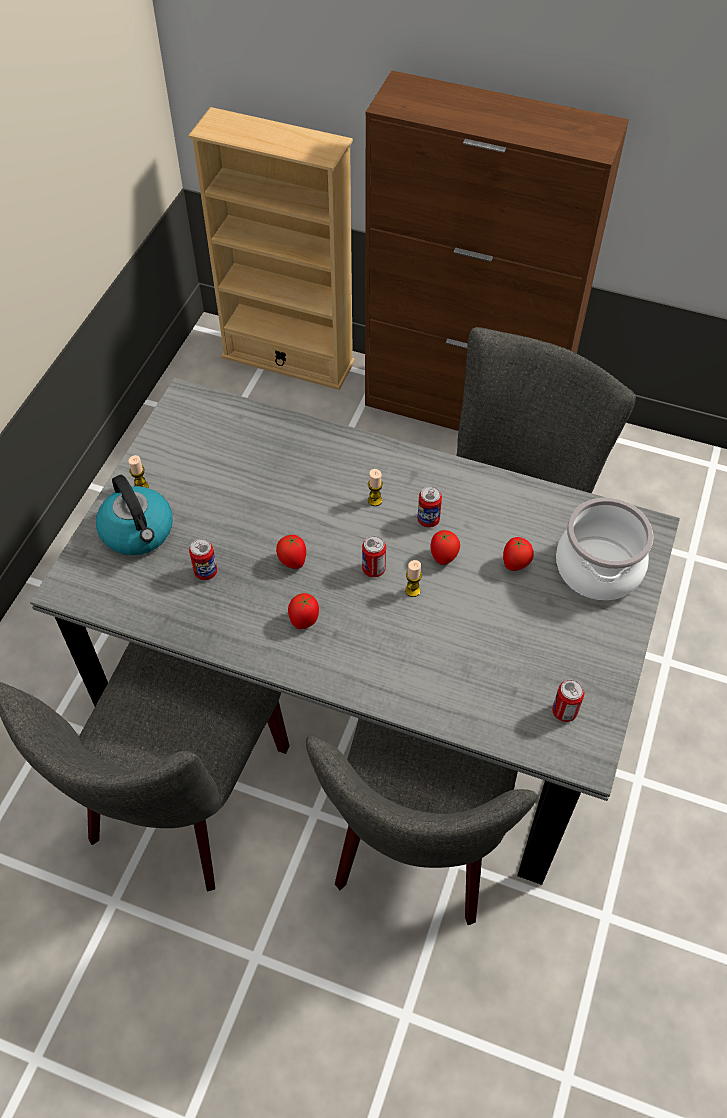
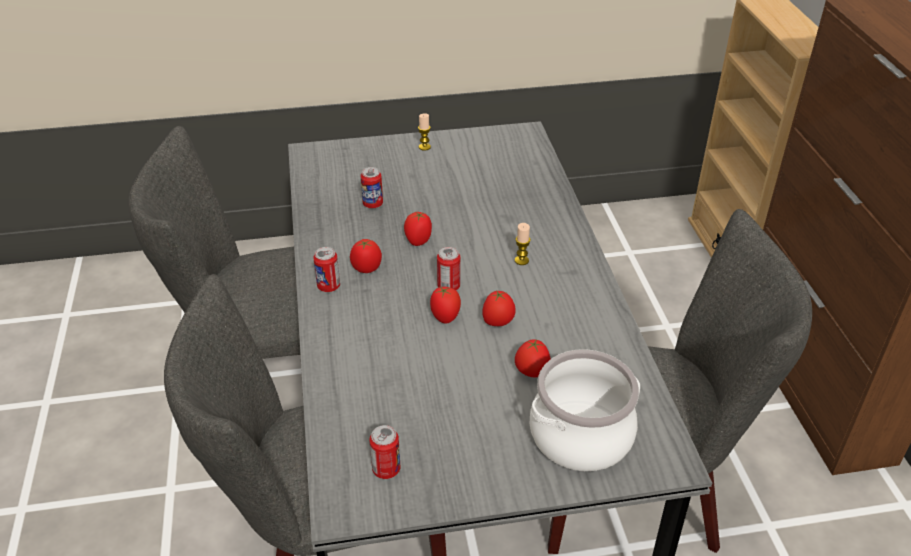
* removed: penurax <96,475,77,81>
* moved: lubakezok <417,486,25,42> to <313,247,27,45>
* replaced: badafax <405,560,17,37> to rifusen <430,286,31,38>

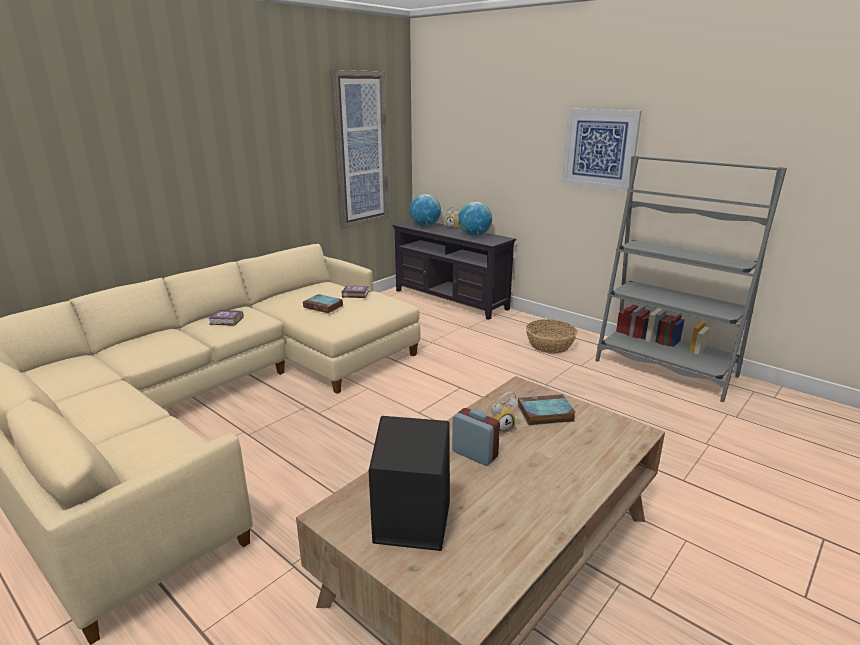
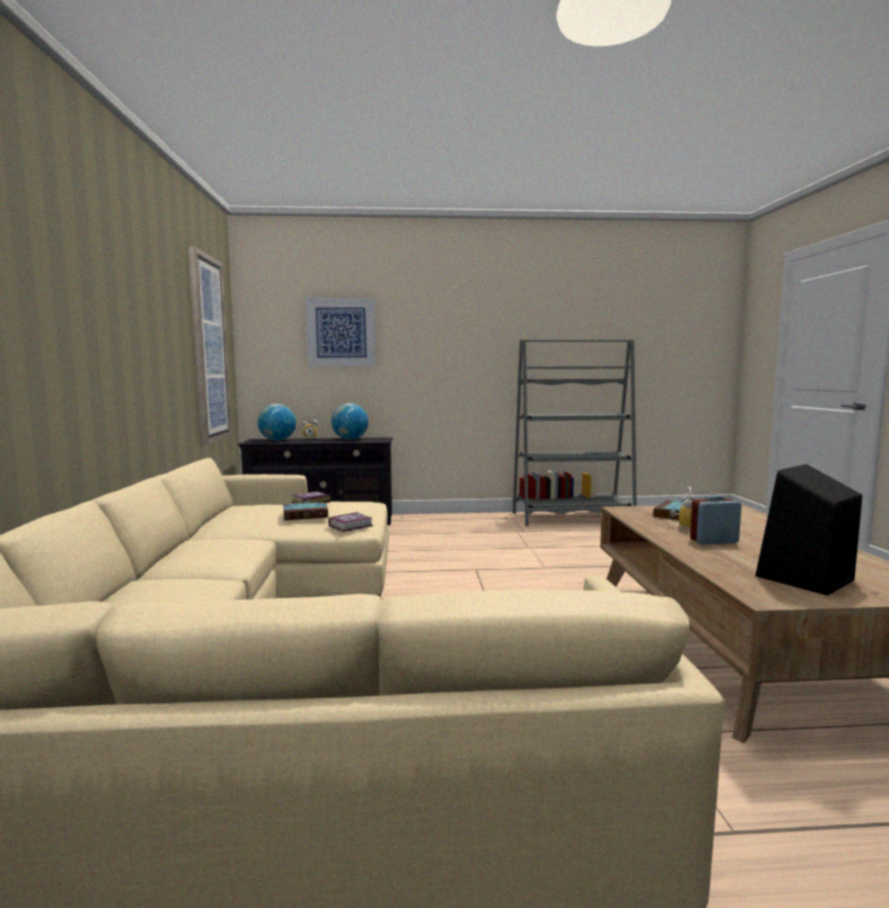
* moved: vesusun <562,109,80,82> to <306,297,70,70>
* moved: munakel <208,310,36,16> to <328,512,45,20>
* removed: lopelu <526,319,51,35>

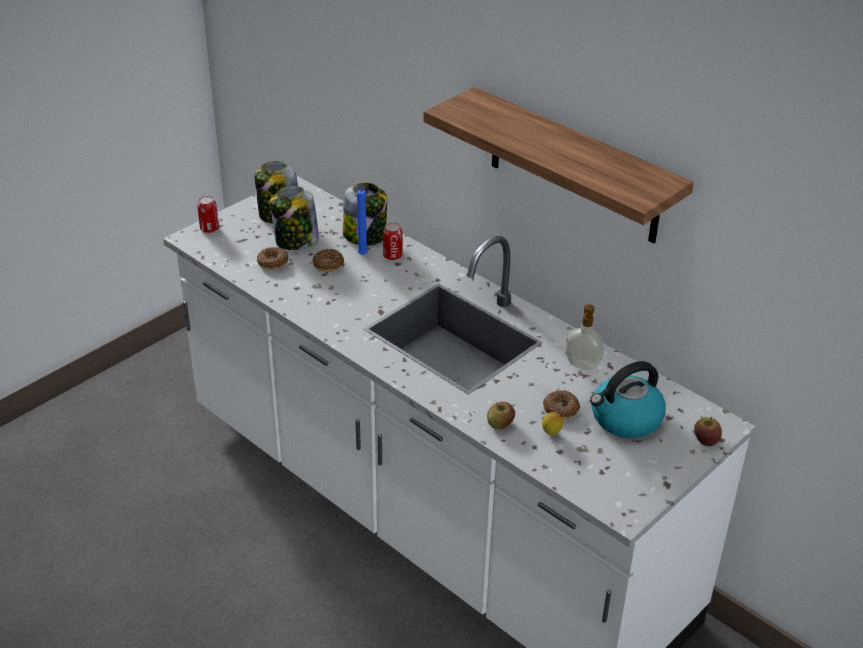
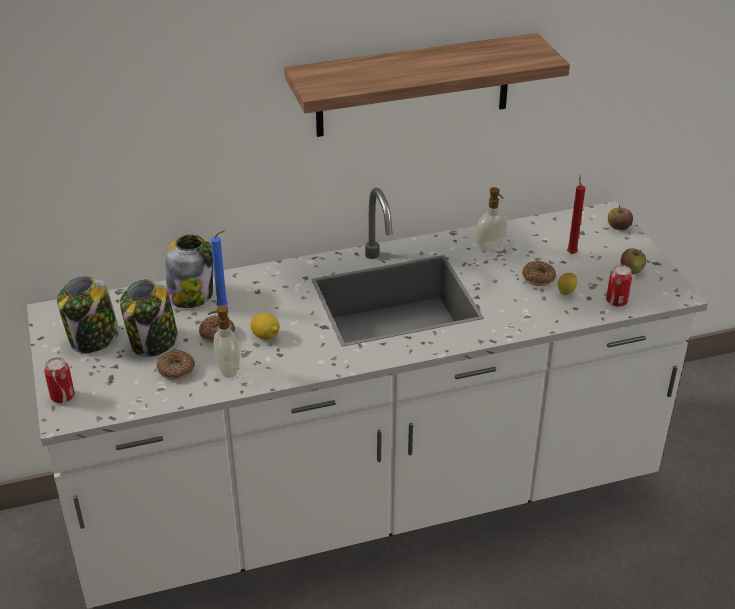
* moved: lubakezok <383,222,20,38> to <606,265,26,41>
* replaced: penurax <590,361,76,77> to red_badafax <567,175,18,79>
* moved: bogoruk <487,402,28,28> to <621,248,25,26>
* added: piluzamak <208,305,32,73>
* added: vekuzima <250,313,30,27>

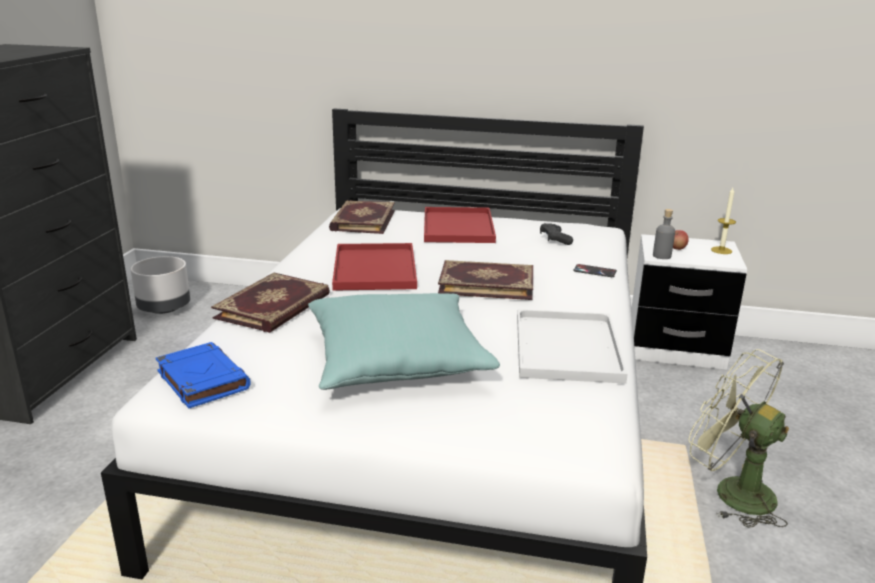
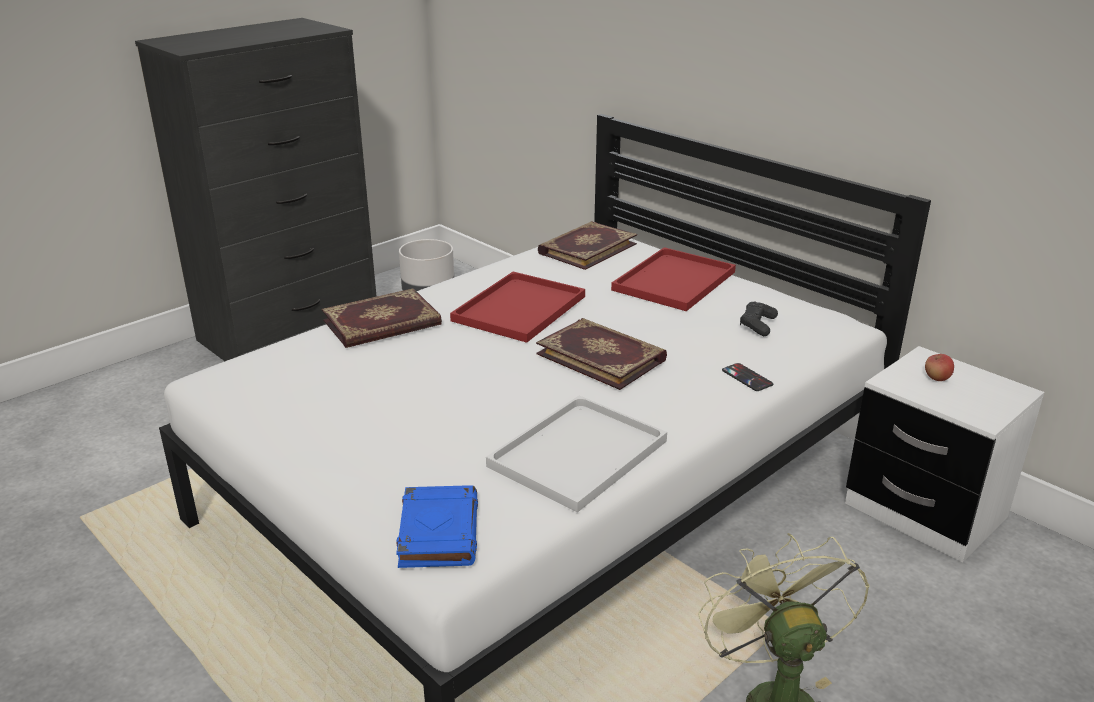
* removed: badafax <711,188,25,66>
* removed: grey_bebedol <653,209,22,50>
* removed: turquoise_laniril <308,293,192,97>
* moved: blue_munakel <156,342,95,66> to <396,485,82,83>

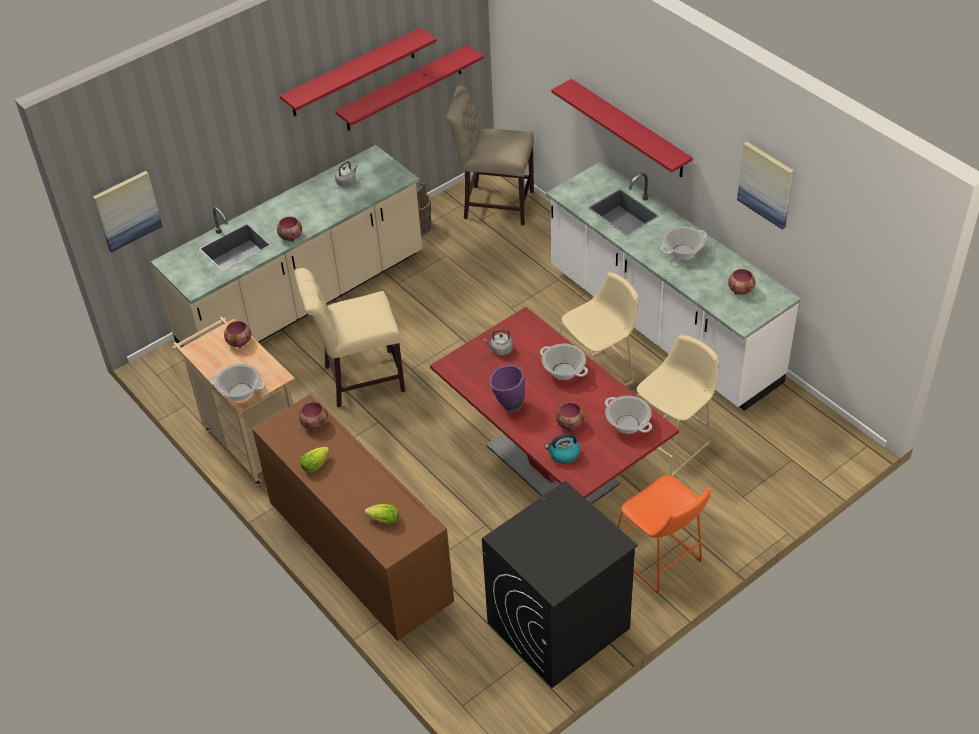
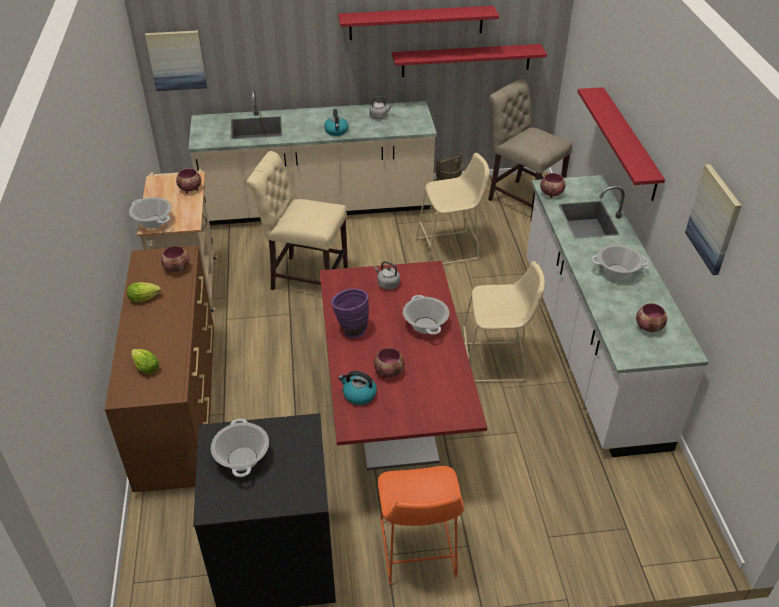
* moved: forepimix <277,217,25,25> to <540,173,26,25>
* moved: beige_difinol <637,334,82,143> to <415,153,75,112>
* moved: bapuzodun <605,396,47,38> to <211,418,58,59>
* added: penurax <324,109,24,27>

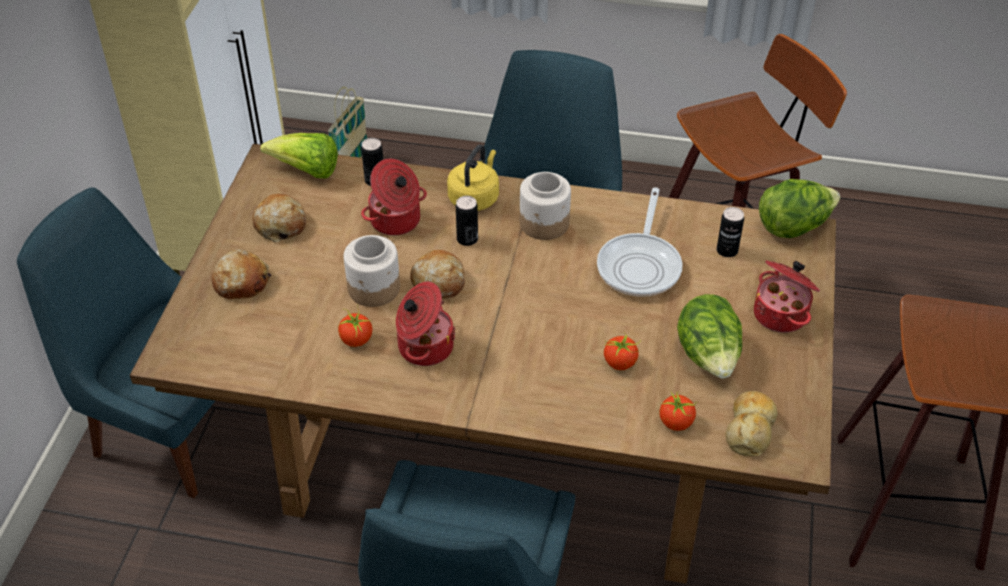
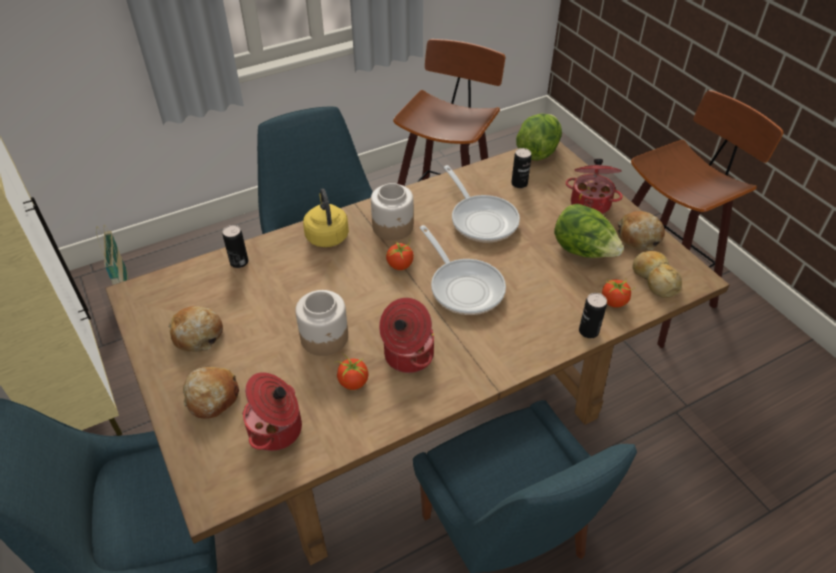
* removed: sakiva <260,133,78,45>
* moved: bapuzodun <361,159,66,77> to <242,372,60,79>
* moved: lubakezok <456,196,22,50> to <579,293,28,45>
* moved: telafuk <410,250,55,49> to <617,211,48,40>
* moved: rifusen <604,333,37,37> to <386,241,29,29>
* added: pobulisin <420,225,86,90>

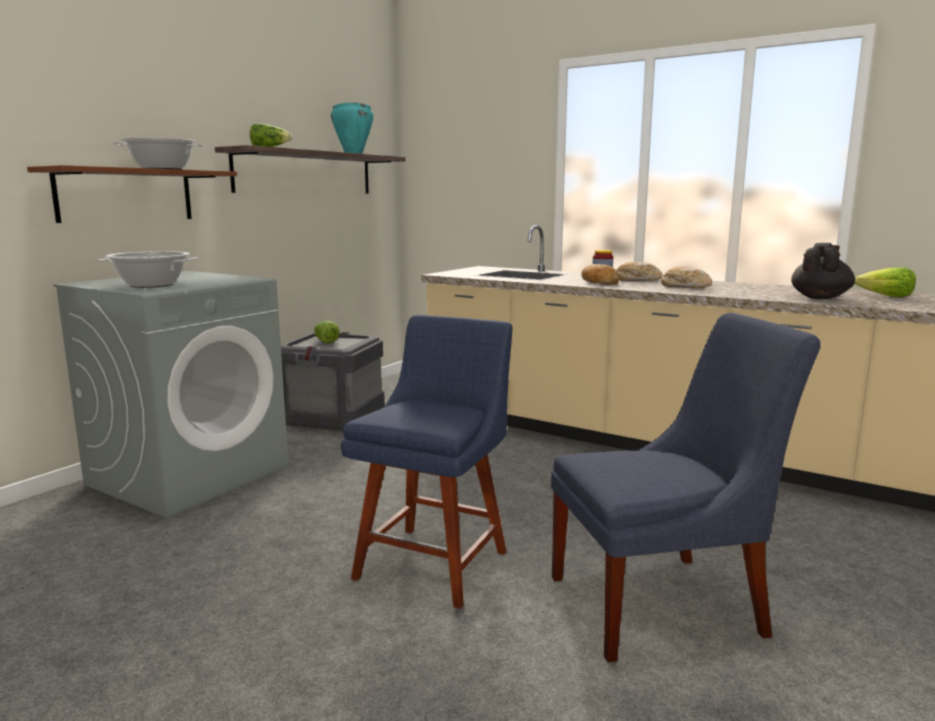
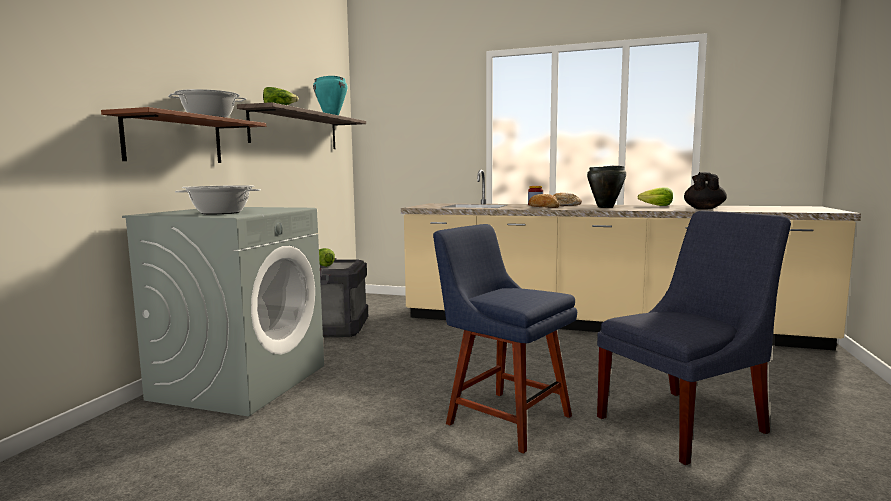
* replaced: telafuk <661,267,51,21> to black_bapuzodun <587,166,39,42>
* moved: sakiva <855,267,61,30> to <638,187,35,19>
* turned: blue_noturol <341,315,171,294> = <433,224,144,230> 60 degrees counterclockwise

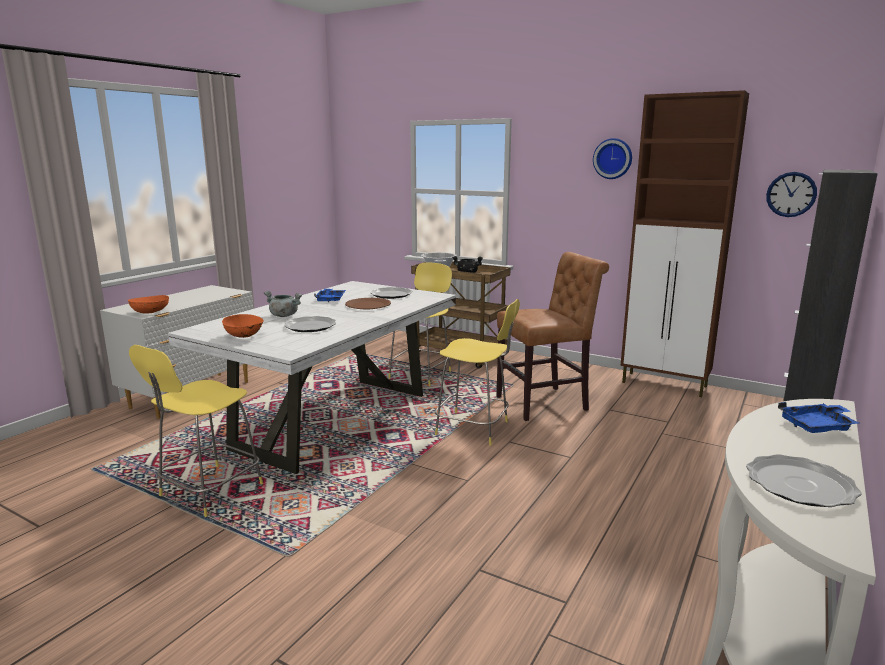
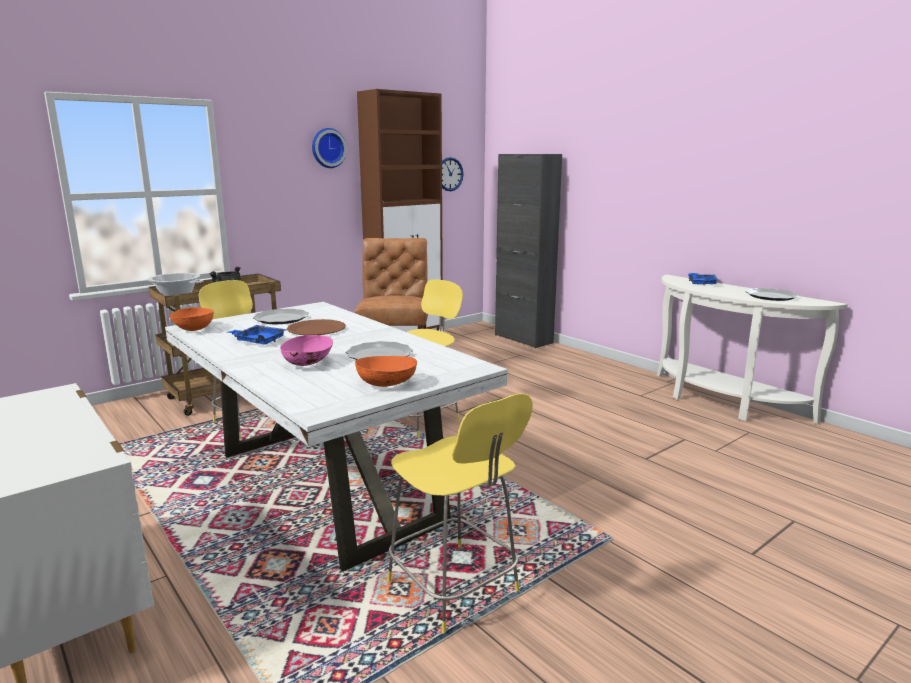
* replaced: grey_bapuzodun <264,291,38,26> to pink_forepimix <280,335,53,31>
* moved: orange_forepimix <128,295,41,19> to <169,307,45,24>

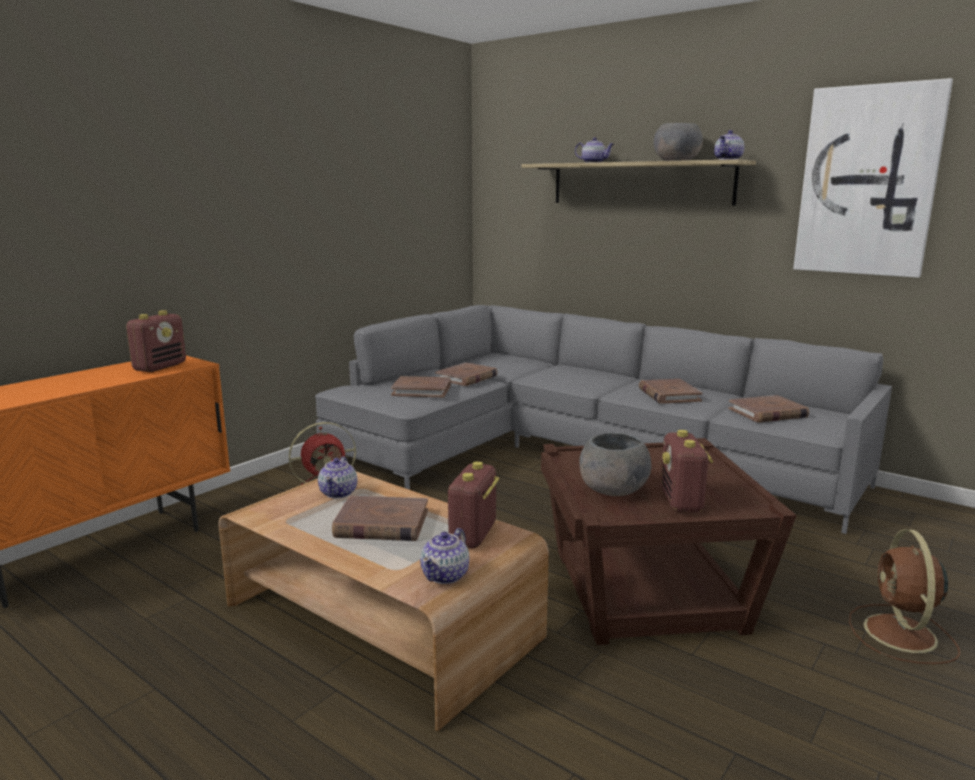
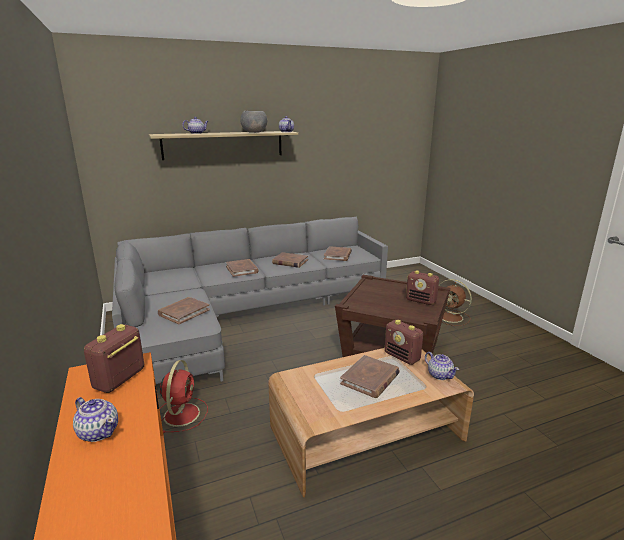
* removed: vesusun <793,78,160,200>
* turned: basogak <126,310,60,62> = <84,324,60,69> 120 degrees counterclockwise
* moved: brown_munakel <435,362,63,24> to <226,259,33,18>
* removed: grey_forepimix <579,433,72,63>
* moved: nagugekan <318,456,39,43> to <73,397,45,45>

